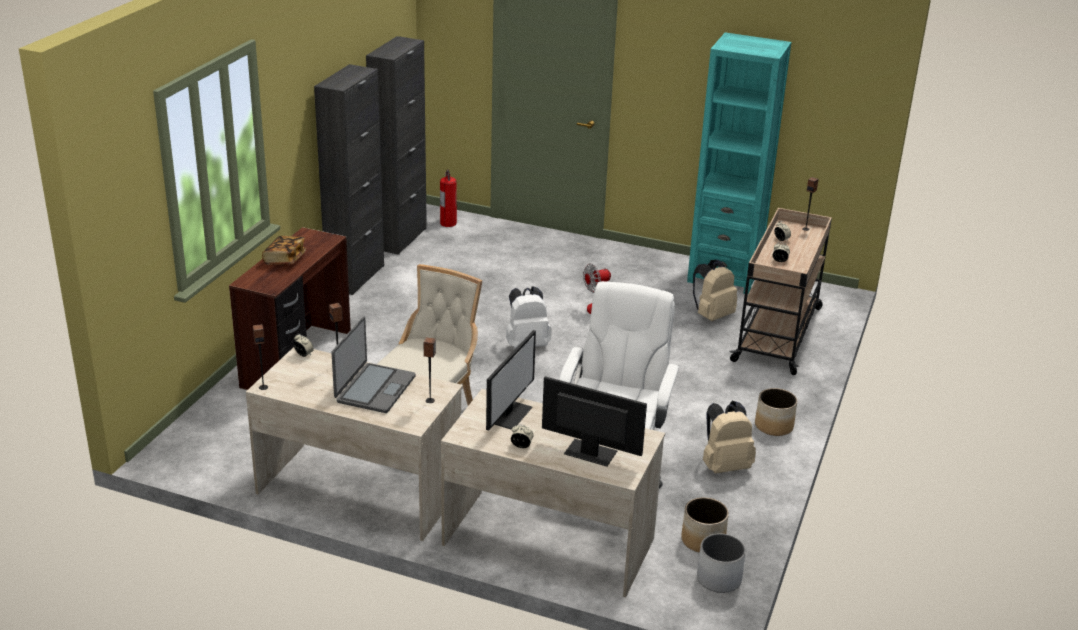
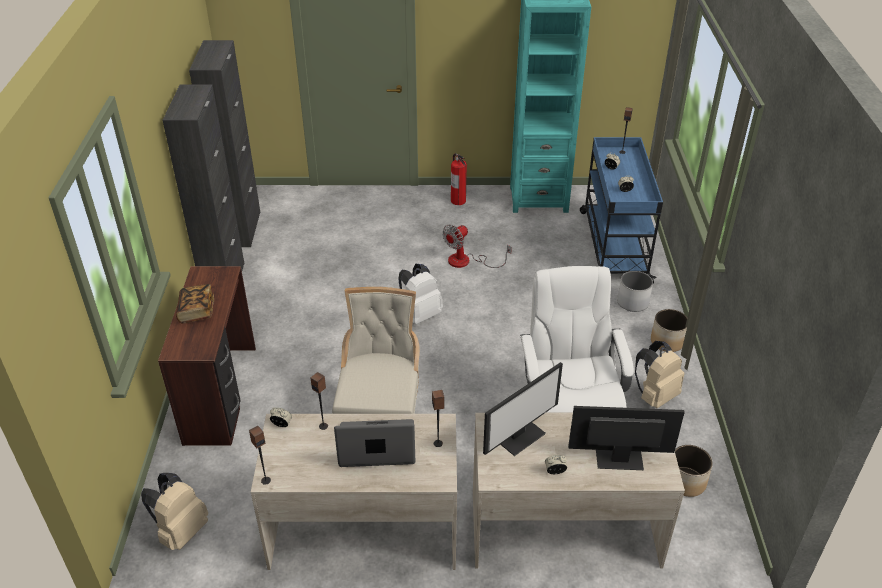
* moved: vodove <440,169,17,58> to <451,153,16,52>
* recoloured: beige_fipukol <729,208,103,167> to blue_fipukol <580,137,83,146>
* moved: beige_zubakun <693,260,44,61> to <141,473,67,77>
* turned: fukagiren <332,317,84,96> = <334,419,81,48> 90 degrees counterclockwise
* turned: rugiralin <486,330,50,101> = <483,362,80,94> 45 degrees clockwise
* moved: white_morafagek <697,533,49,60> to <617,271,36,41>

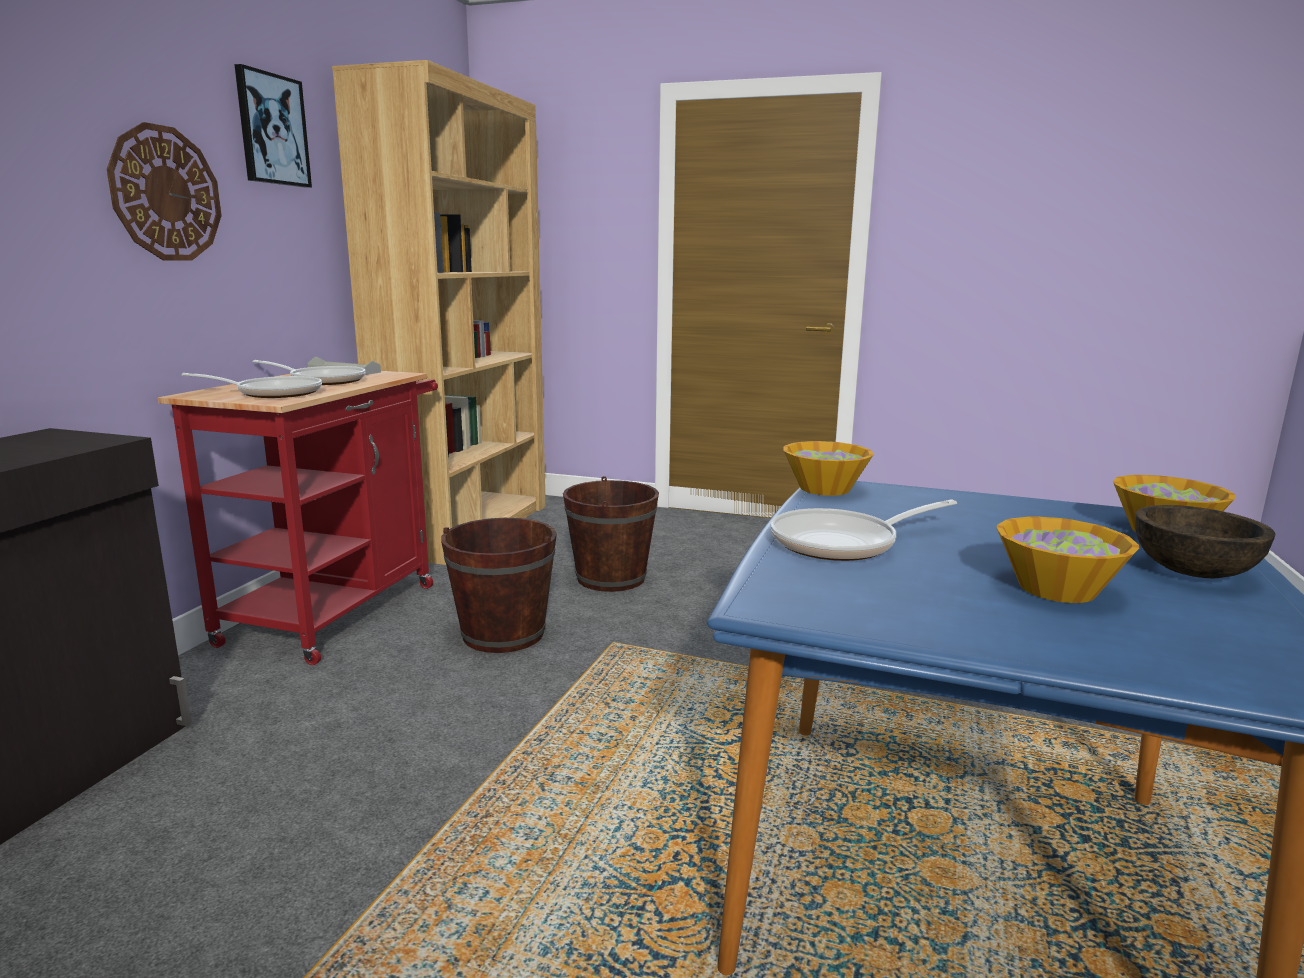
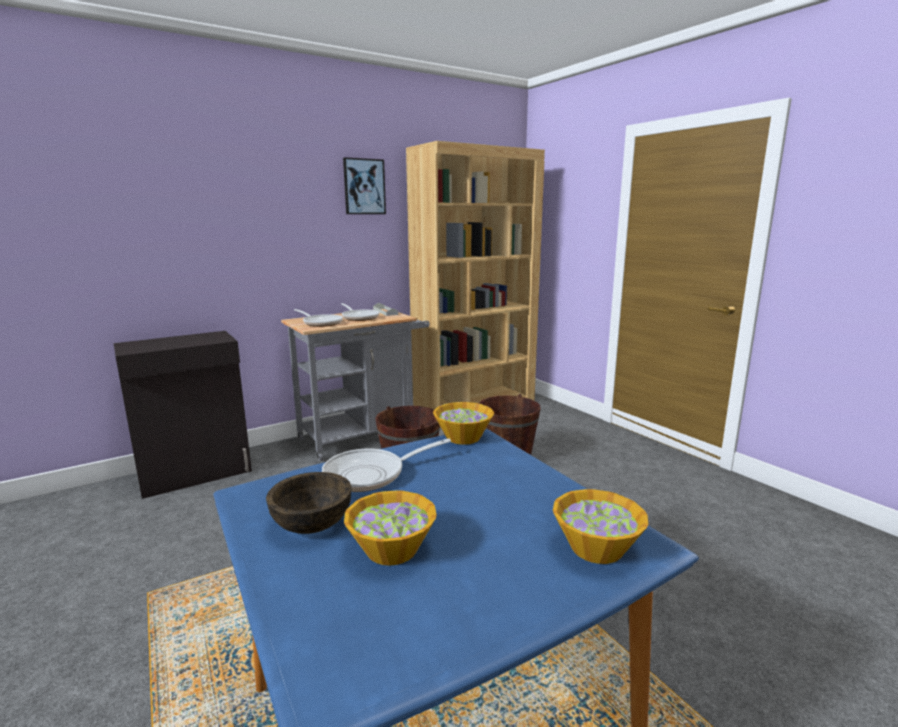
* removed: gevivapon <107,122,115,139>
* recoloured: red_fipukol <158,371,280,294> to grey_fipukol <281,309,149,152>
* turned: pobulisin <770,499,187,62> = <322,438,129,54> 45 degrees counterclockwise
* moved: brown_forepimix <1135,505,141,73> to <266,472,86,62>

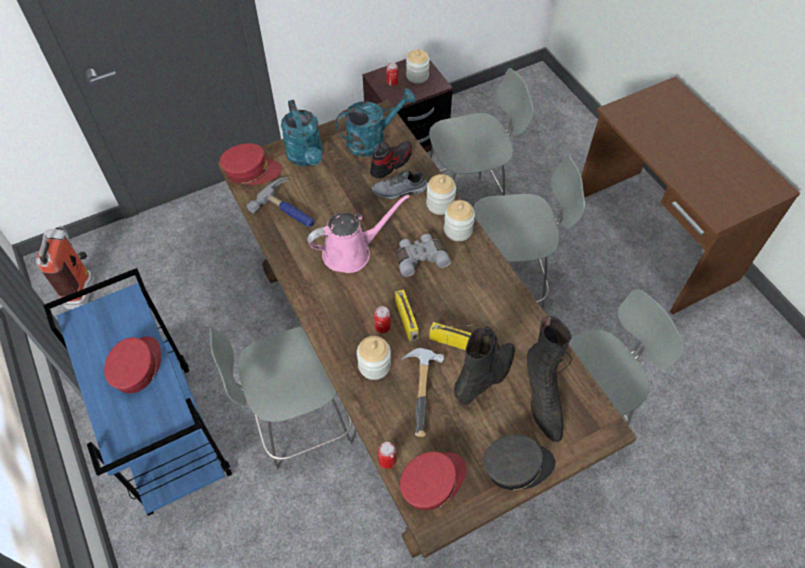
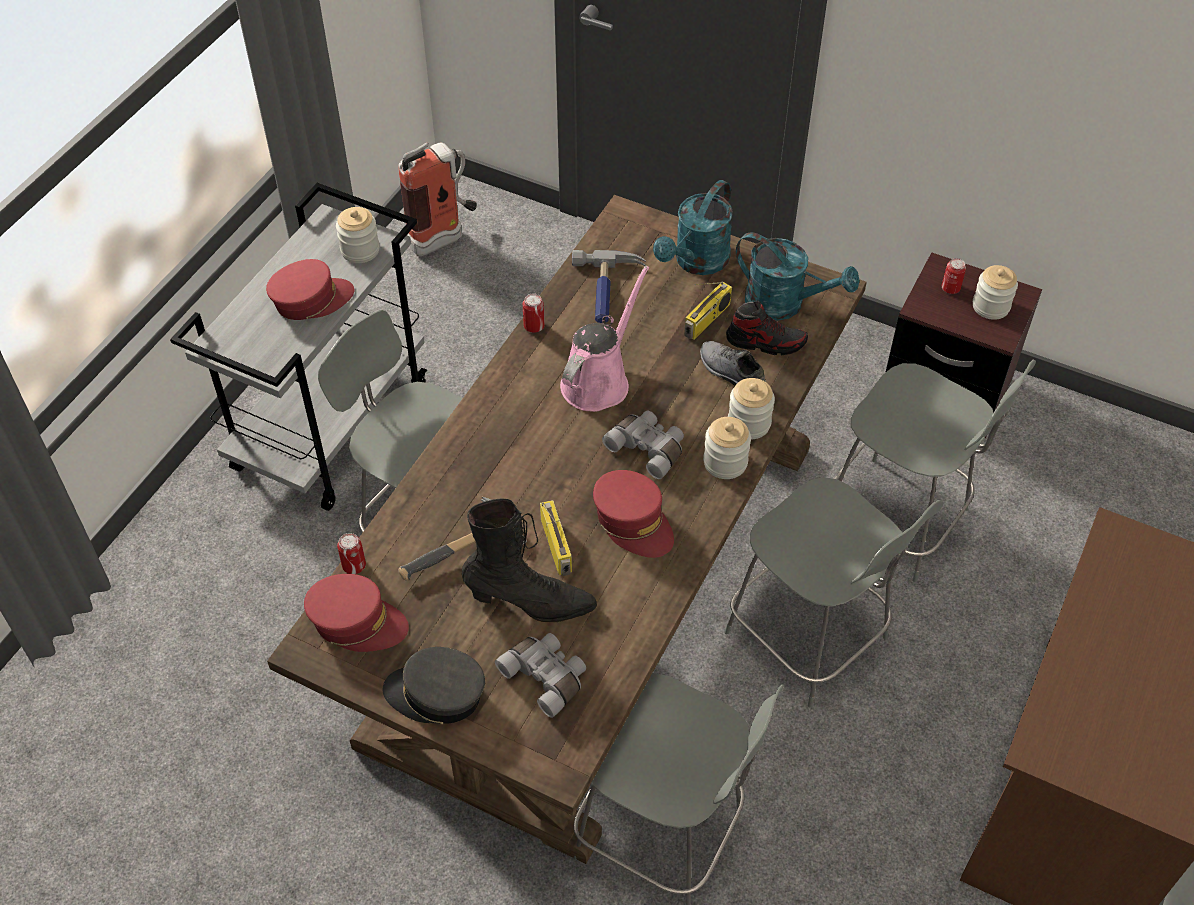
* moved: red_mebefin <220,143,62,42> to <593,470,81,88>
* turned: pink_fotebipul <308,194,102,79> = <560,266,89,146> 90 degrees counterclockwise
* recoloured: blue_fipukol <43,268,189,248> to grey_fipukol <170,183,257,328>
* moved: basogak <395,289,23,53> to <684,282,48,58>
* moved: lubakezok <374,306,17,27> to <523,293,22,40>
* replaced: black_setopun <527,316,45,127> to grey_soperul <495,633,91,85>
* moved: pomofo <357,336,34,44> to <336,207,44,56>
* turned: grey_mebefin <484,435,71,56> = <383,647,102,77> 150 degrees clockwise

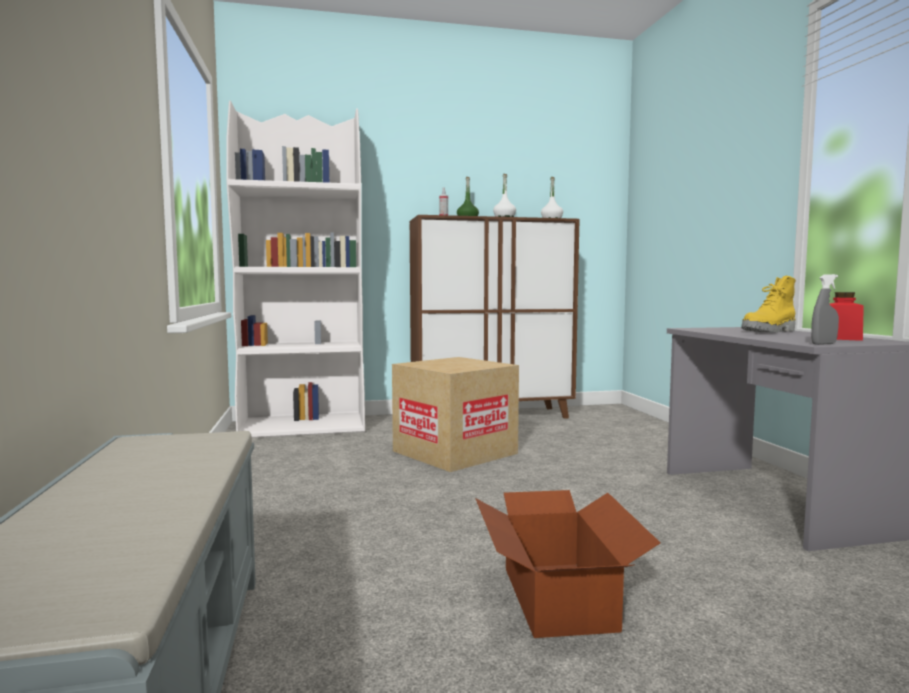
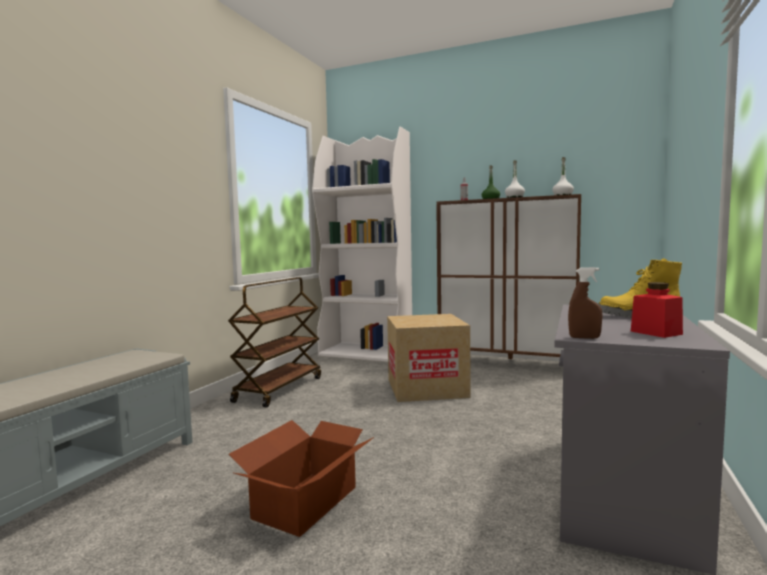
* recoloured: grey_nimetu <811,274,28,71> to brown_nimetu <568,267,35,72>
* added: brown_fipukol <228,277,93,131>

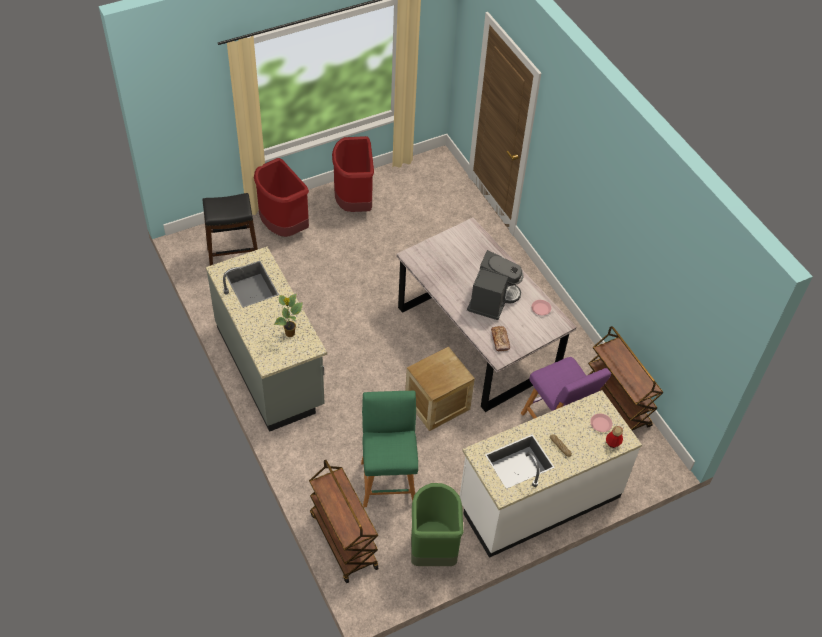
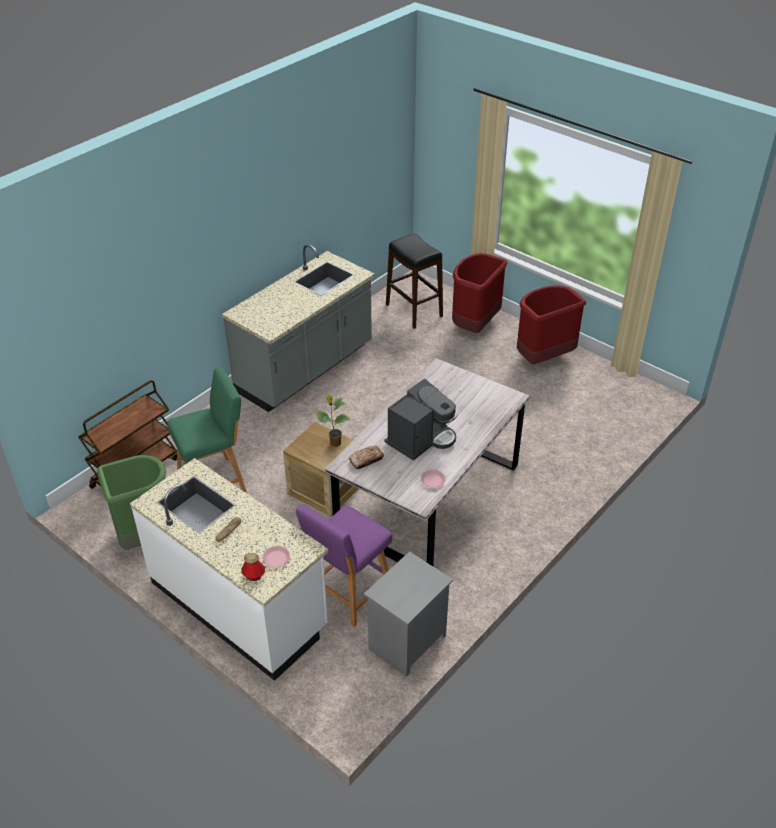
* turned: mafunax <467,250,57,70> = <384,379,73,82> 45 degrees counterclockwise
* moved: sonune <274,294,29,43> to <314,395,37,52>
* replaced: brown_fipukol <588,326,75,104> to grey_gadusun <364,551,89,126>

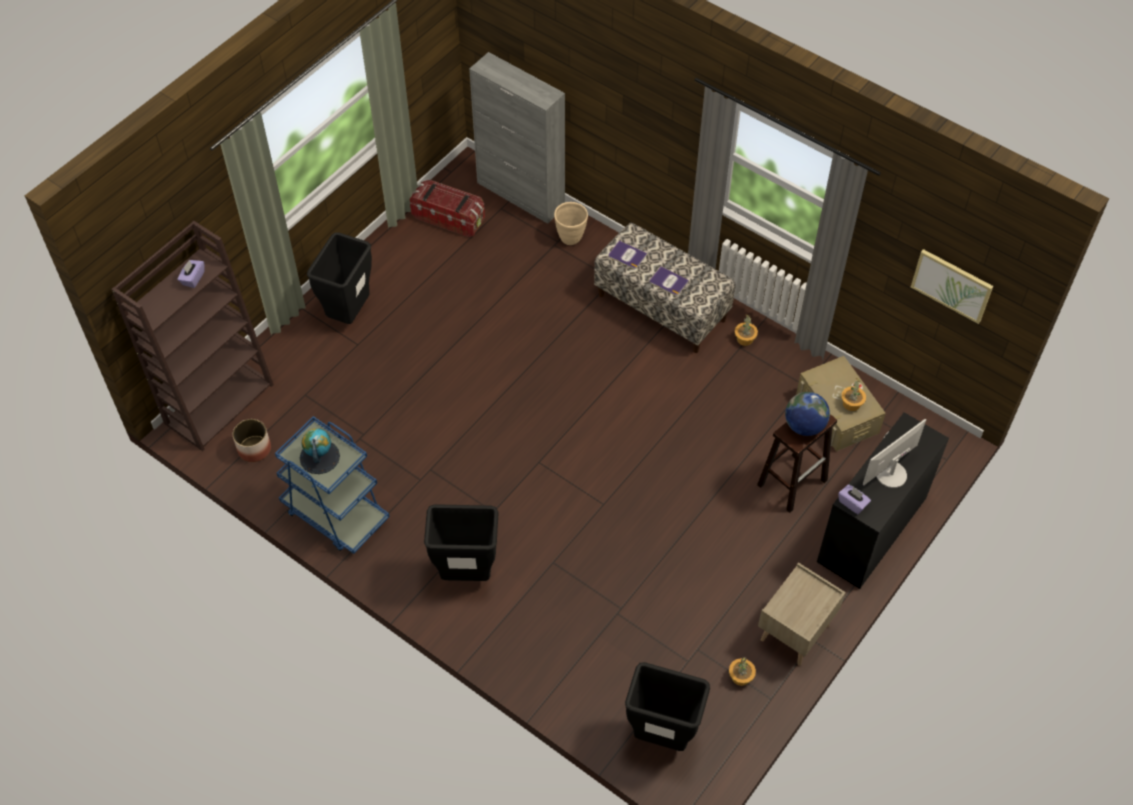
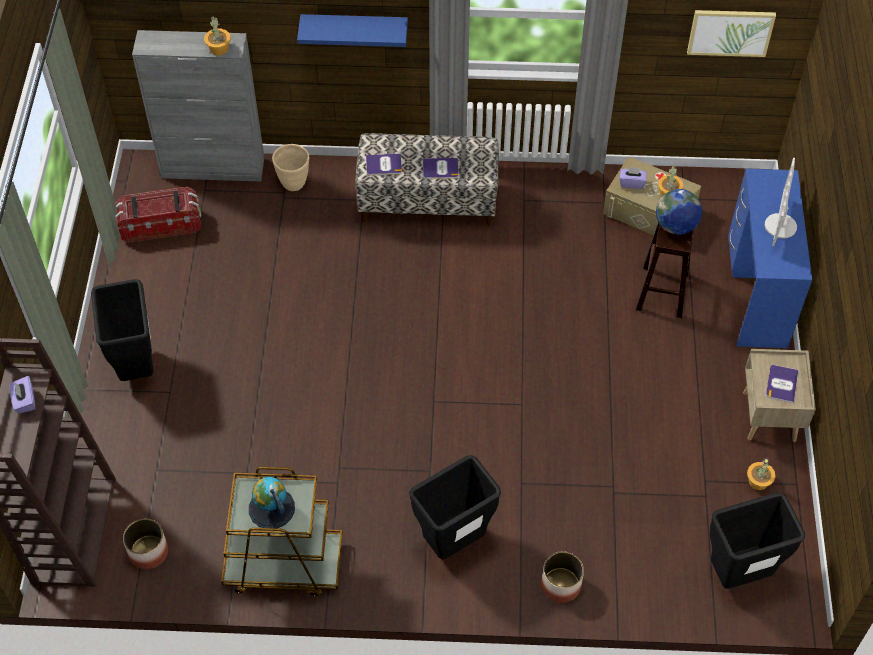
* moved: sonune <735,315,23,31> to <204,17,27,38>
* recoloured: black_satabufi <817,412,132,177> to blue_satabufi <728,169,84,179>
* recoloured: blue_fipukol <275,416,115,138> to brown_fipukol <221,467,122,130>
* moved: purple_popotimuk <838,484,33,30> to <619,167,28,22>
* added: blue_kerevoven <297,14,111,33>
* added: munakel <766,365,32,38>
* added: morafagek <541,551,43,52>

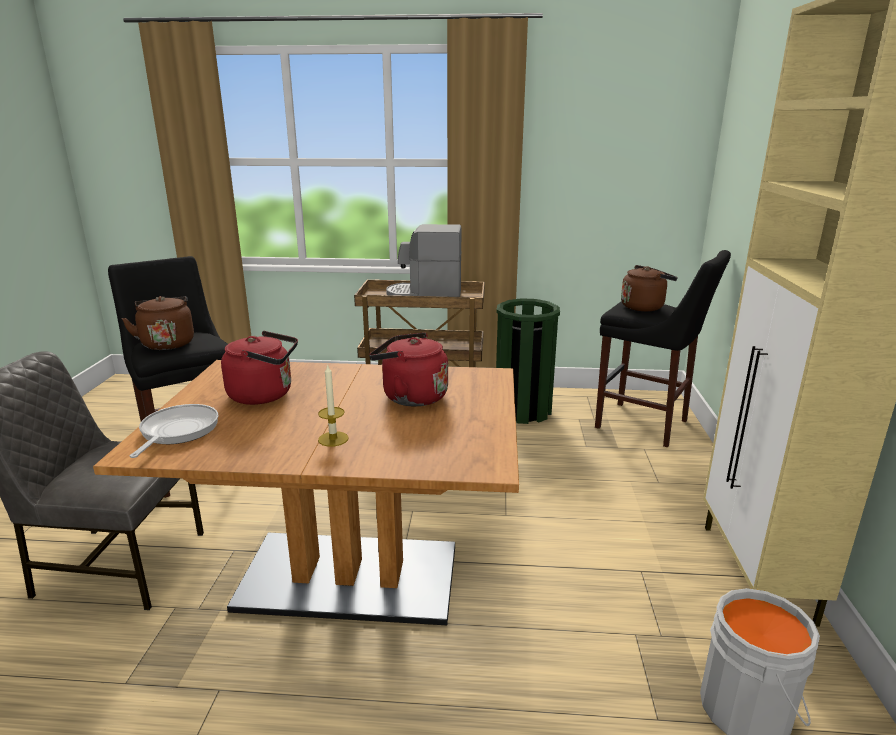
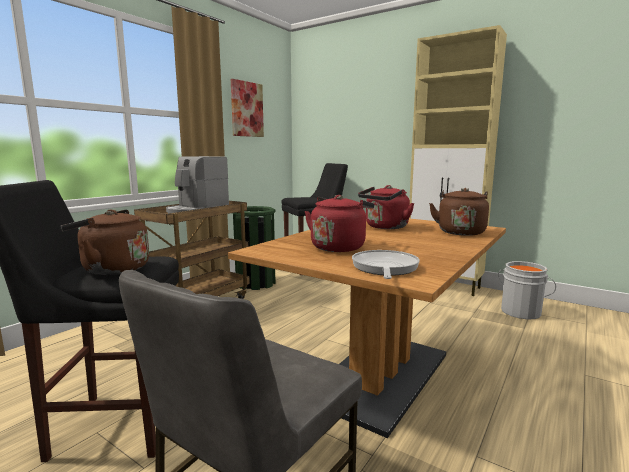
* moved: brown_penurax <621,265,57,46> to <429,188,60,48>
* removed: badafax <318,364,31,83>
* turned: pobulisin <130,404,88,54> = <352,250,68,29> 60 degrees clockwise
* added: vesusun <231,79,33,58>

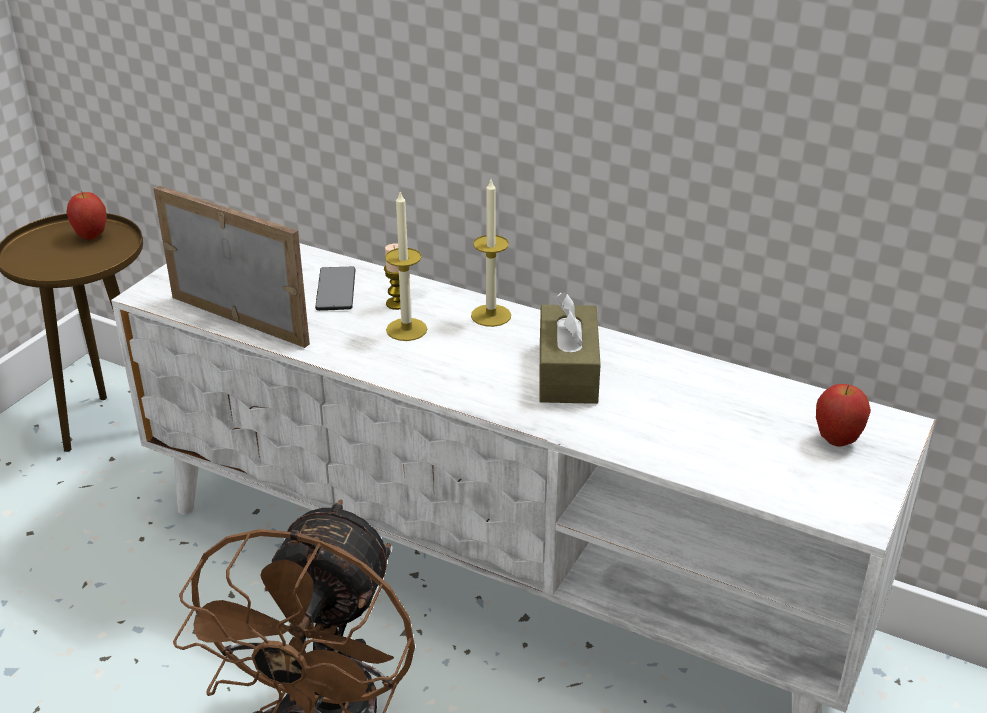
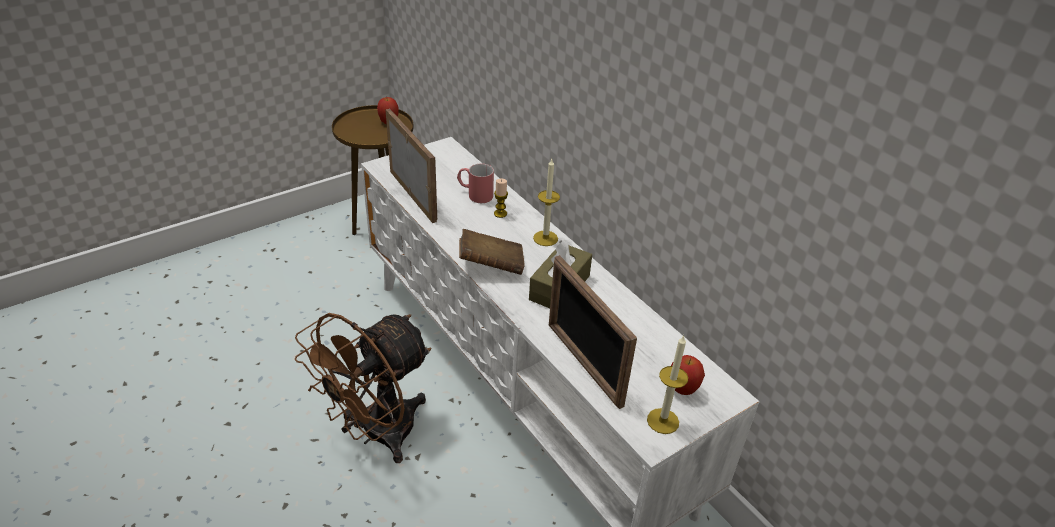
* moved: badafax <385,192,42,149> to <647,335,41,99>
* replaced: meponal <315,267,41,44> to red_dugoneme <457,163,37,40>
* added: brown_munakel <459,229,66,46>
* added: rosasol <549,255,88,154>

